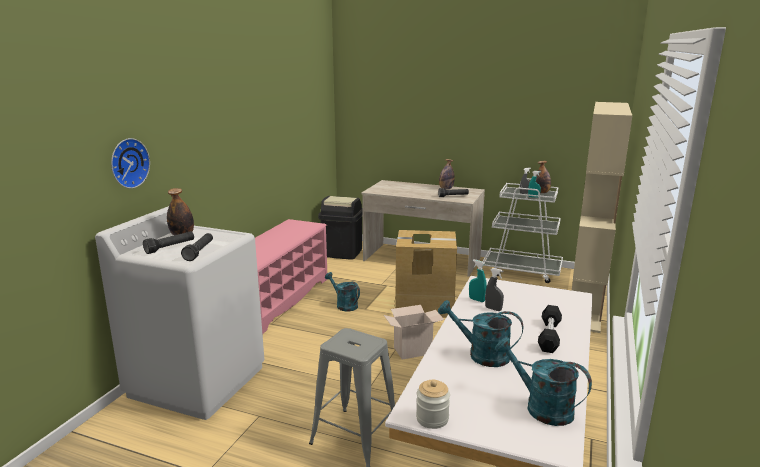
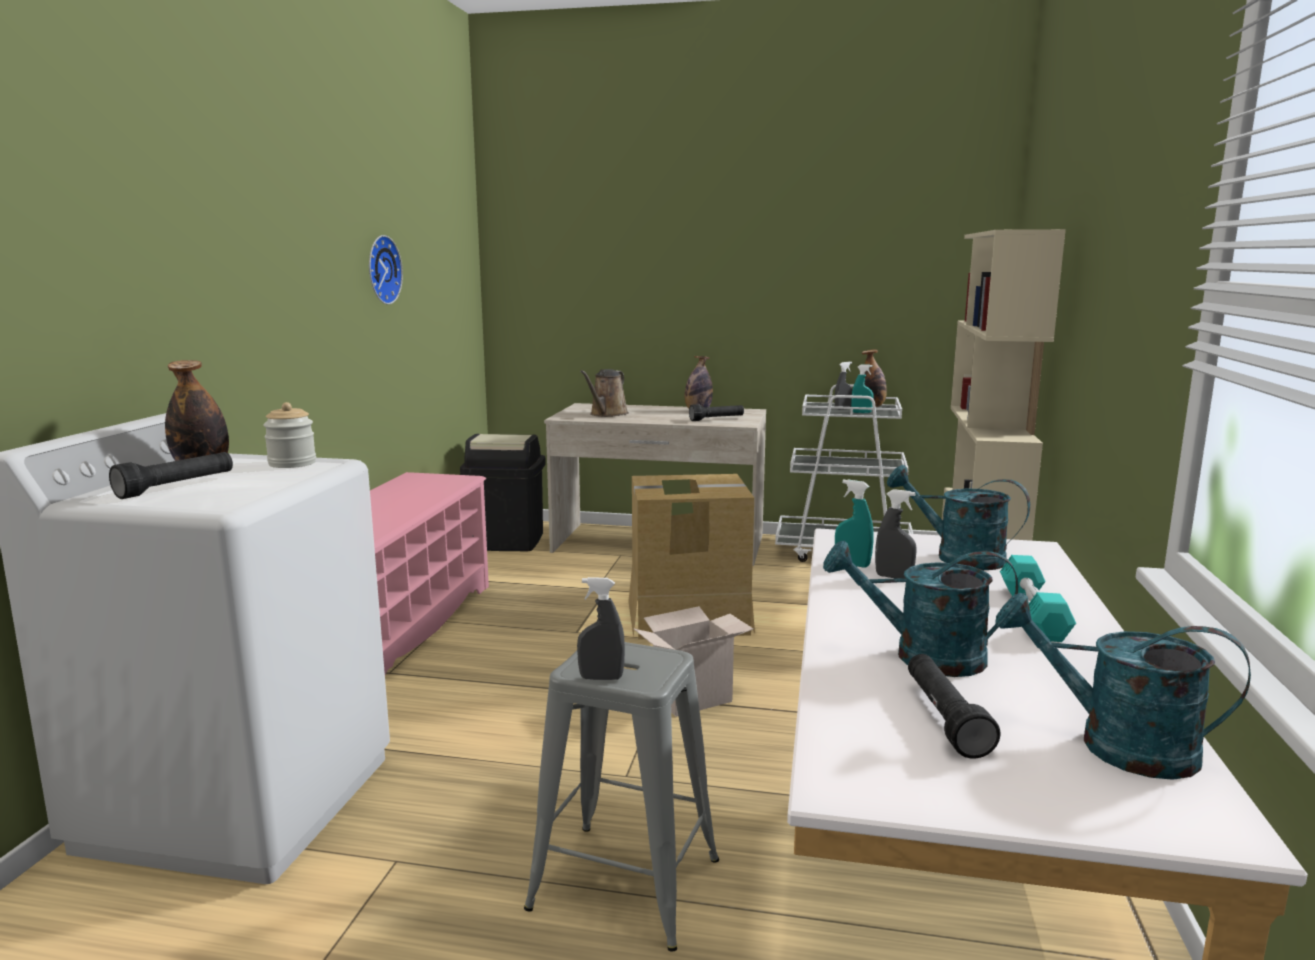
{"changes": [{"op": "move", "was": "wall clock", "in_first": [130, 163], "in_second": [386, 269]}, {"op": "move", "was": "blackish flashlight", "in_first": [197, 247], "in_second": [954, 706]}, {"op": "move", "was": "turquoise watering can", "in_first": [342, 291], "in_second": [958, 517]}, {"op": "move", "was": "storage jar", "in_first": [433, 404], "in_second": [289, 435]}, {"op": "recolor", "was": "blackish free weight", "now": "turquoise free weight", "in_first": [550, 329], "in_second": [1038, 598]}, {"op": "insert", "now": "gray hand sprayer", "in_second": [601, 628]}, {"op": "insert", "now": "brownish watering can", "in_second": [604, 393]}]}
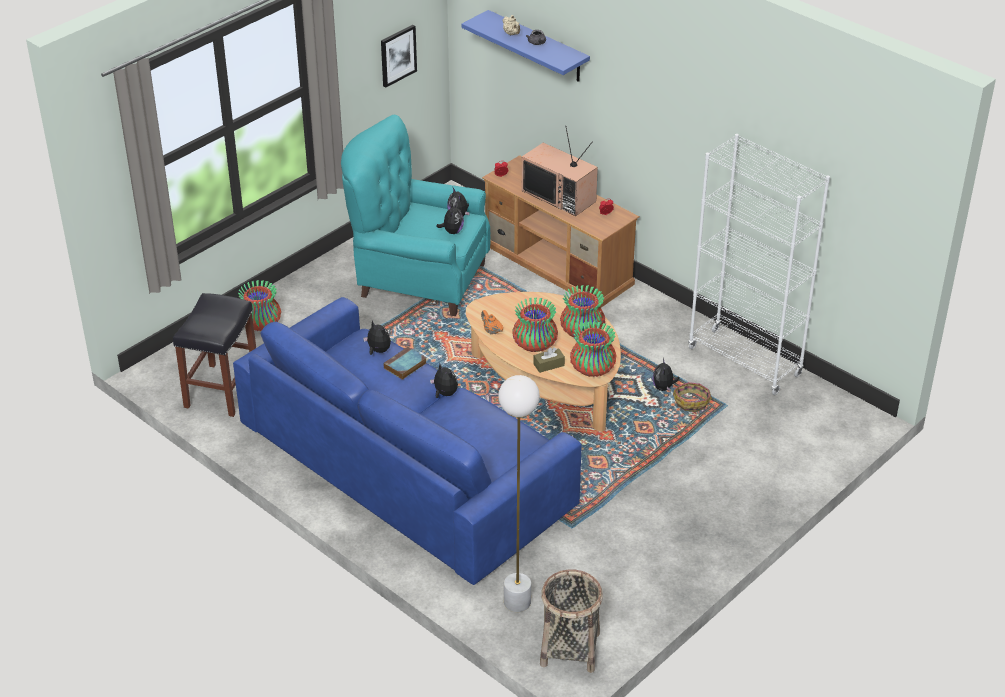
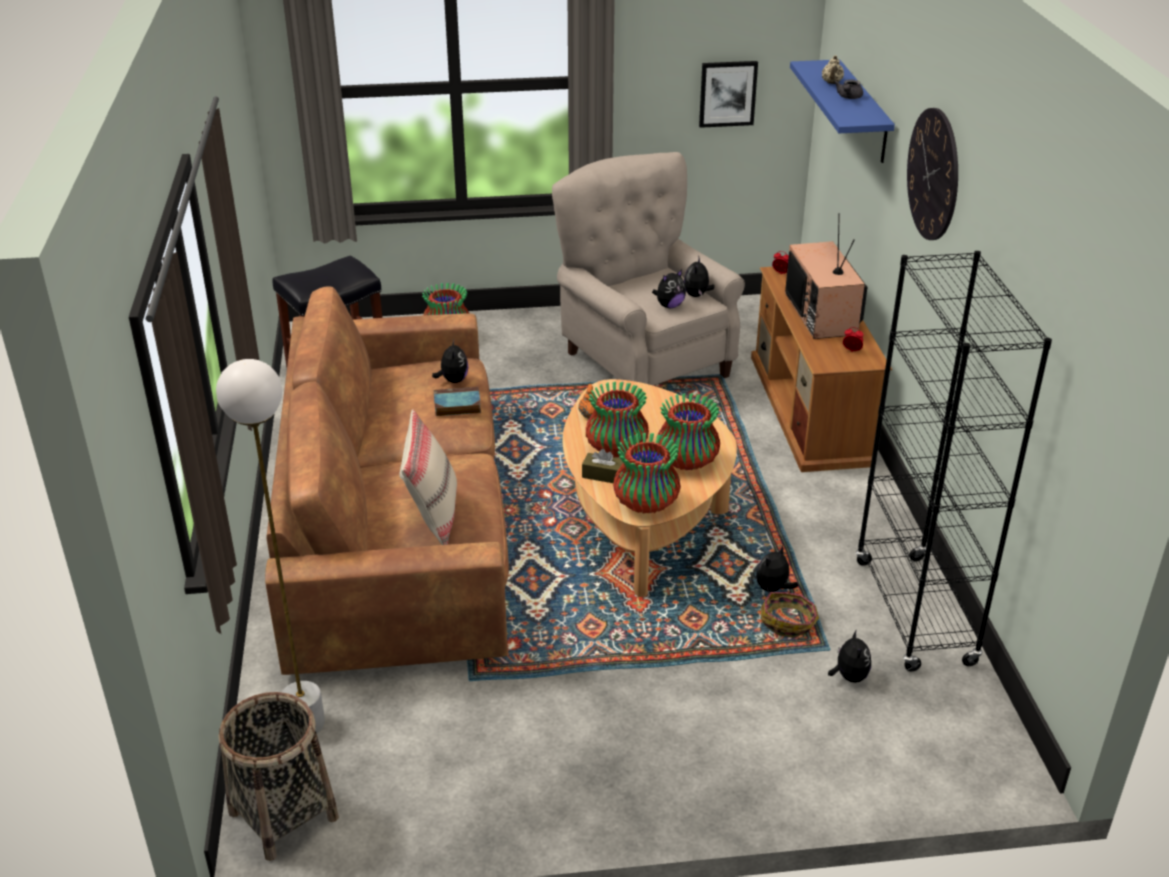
{"changes": [{"op": "recolor", "was": "bluish settee", "now": "brownish settee", "in_first": [407, 441], "in_second": [387, 480]}, {"op": "recolor", "was": "turquoise easy chair", "now": "beige easy chair", "in_first": [416, 215], "in_second": [648, 268]}, {"op": "move", "was": "plush toy", "in_first": [444, 381], "in_second": [849, 656]}, {"op": "recolor", "was": "white bookshelf", "now": "blackish bookshelf", "in_first": [759, 264], "in_second": [953, 461]}, {"op": "insert", "now": "beige pillow", "in_second": [428, 477]}, {"op": "insert", "now": "wall clock", "in_second": [932, 174]}]}
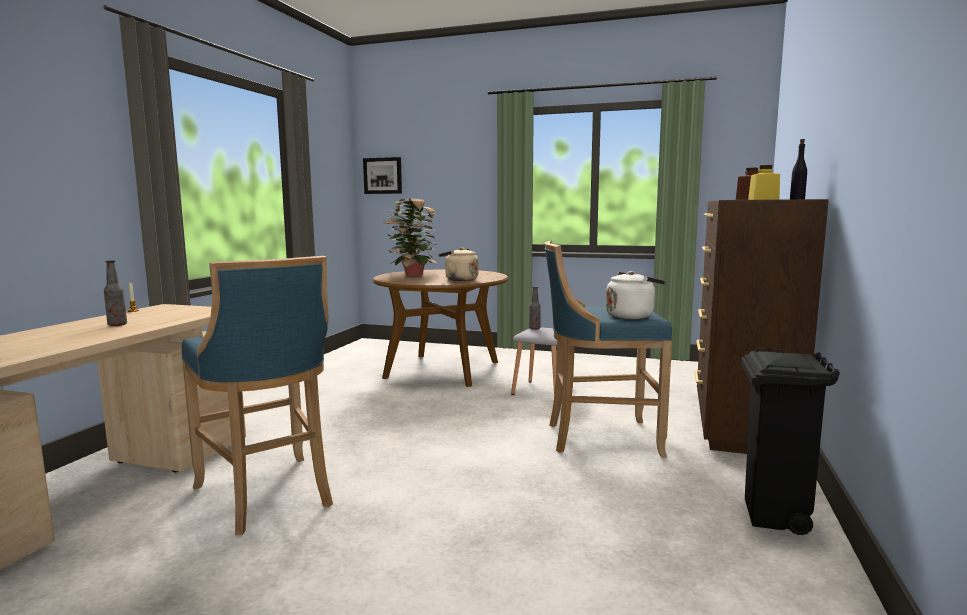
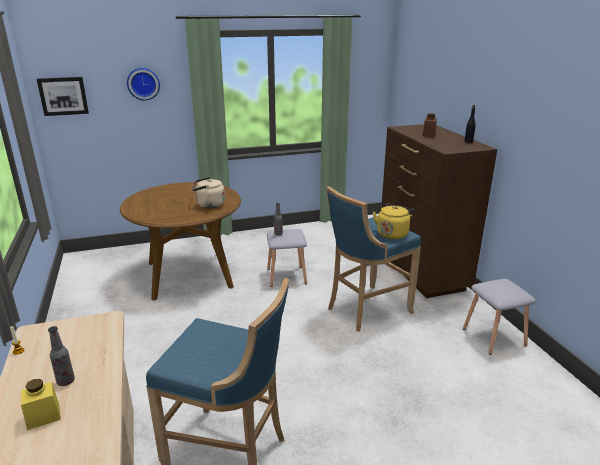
{"changes": [{"op": "delete", "was": "plant in a pot", "in_first": [411, 237]}, {"op": "recolor", "was": "white water kettle", "now": "yellow-coloured water kettle", "in_first": [635, 295], "in_second": [394, 221]}, {"op": "replace", "was": "blackish waste bin", "now": "gray stool", "in_first": [790, 441], "in_second": [499, 317]}, {"op": "move", "was": "yellow-coloured storage jar", "in_first": [764, 182], "in_second": [41, 404]}, {"op": "insert", "now": "wall clock", "in_second": [143, 84]}]}
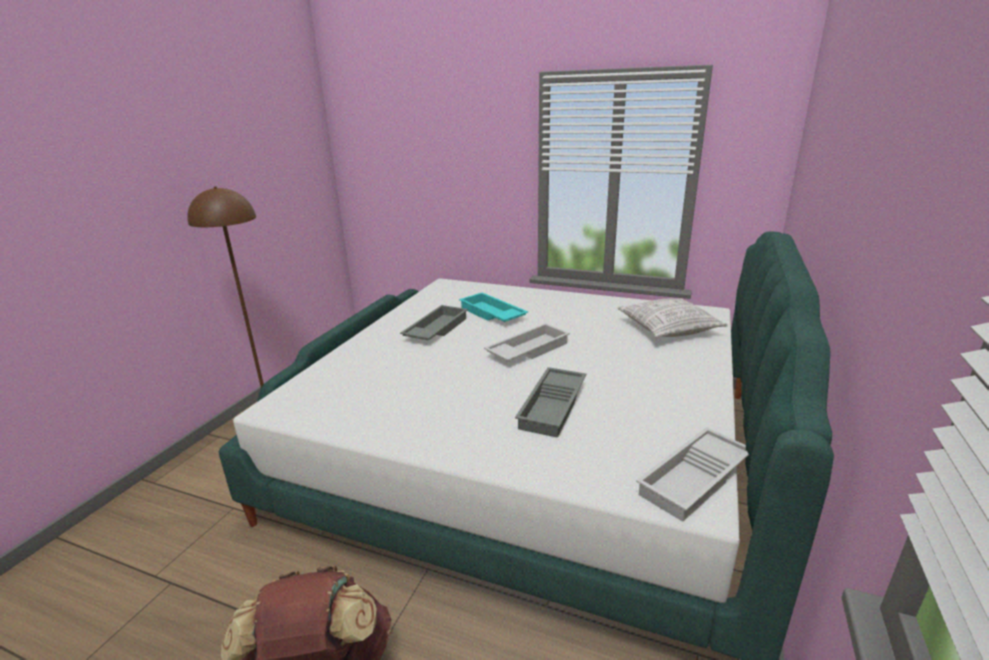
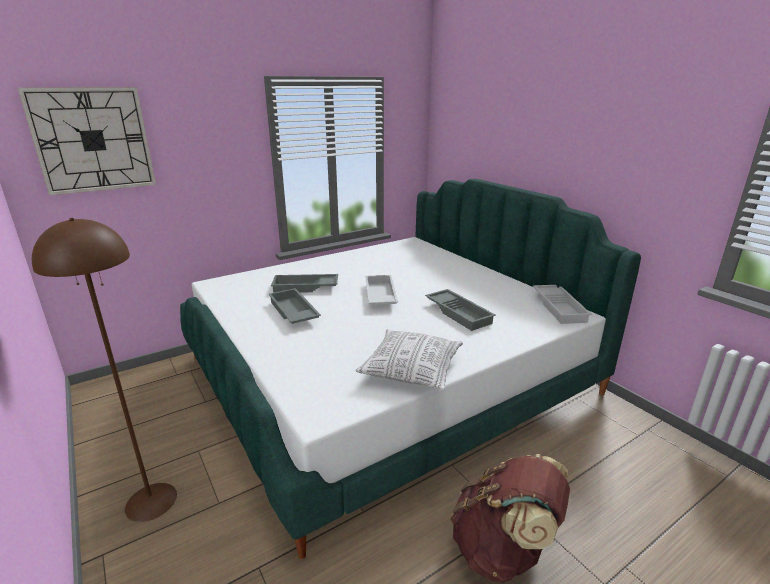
{"changes": [{"op": "recolor", "was": "turquoise serving tray", "now": "gray serving tray", "in_first": [493, 307], "in_second": [304, 283]}, {"op": "move", "was": "pillow", "in_first": [673, 318], "in_second": [409, 360]}, {"op": "insert", "now": "wall clock", "in_second": [87, 141]}]}
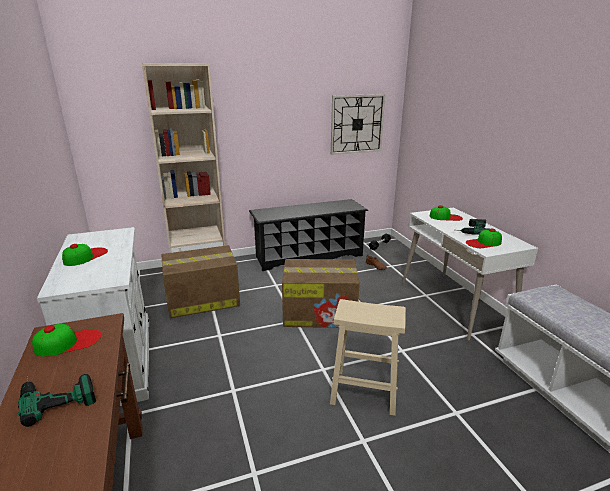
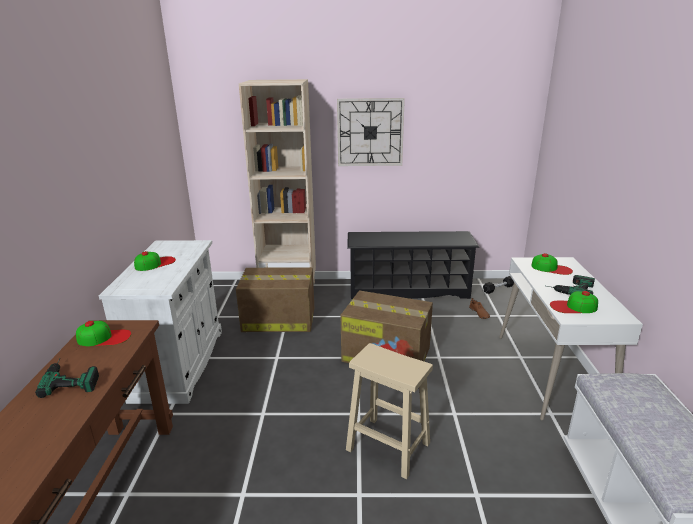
{"changes": [{"op": "move", "was": "wall clock", "in_first": [358, 124], "in_second": [371, 132]}]}
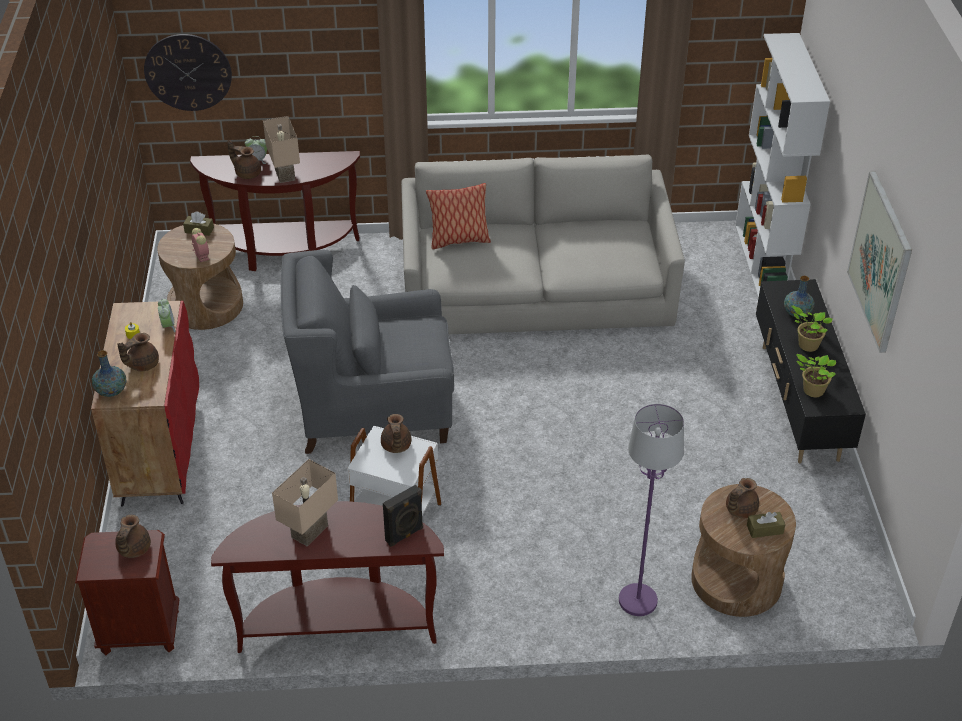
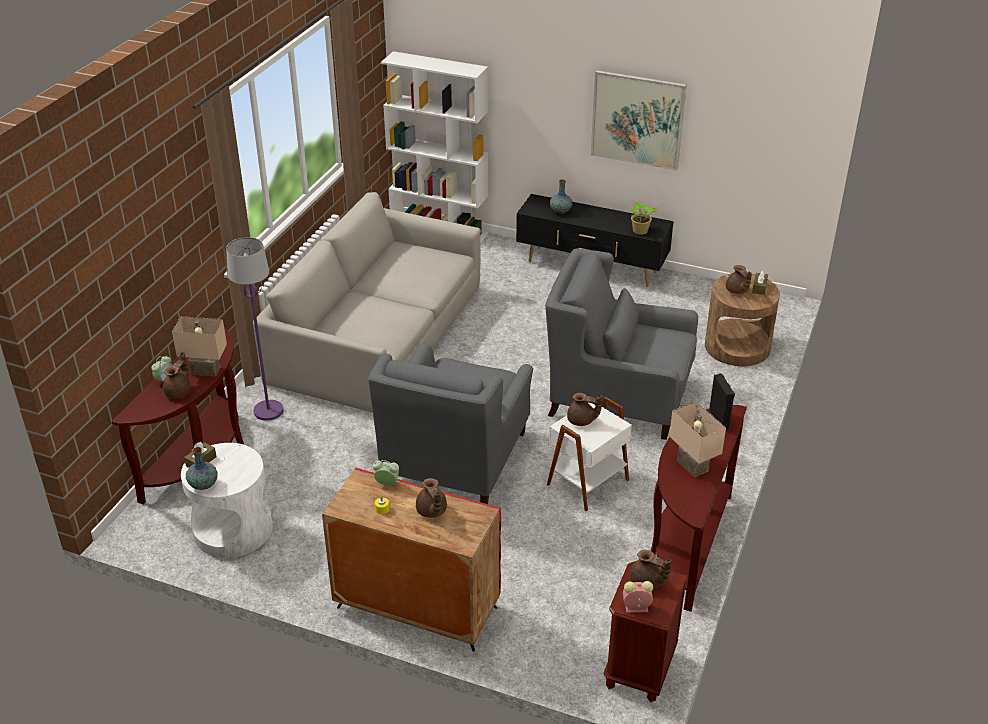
{"changes": [{"op": "move", "was": "decorative vase", "in_first": [109, 373], "in_second": [202, 468]}, {"op": "delete", "was": "wall clock", "in_first": [188, 72]}, {"op": "recolor", "was": "brownish side table", "now": "white side table", "in_first": [200, 277], "in_second": [227, 500]}, {"op": "move", "was": "table clock", "in_first": [200, 245], "in_second": [638, 597]}, {"op": "rotate", "was": "brownish teapot", "in_first": [244, 159], "in_second": [177, 375], "clockwise": 150}, {"op": "delete", "was": "pillow", "in_first": [458, 216]}, {"op": "move", "was": "purple standard lamp", "in_first": [651, 510], "in_second": [254, 329]}, {"op": "delete", "was": "plant in a pot", "in_first": [812, 329]}, {"op": "insert", "now": "gray easy chair", "in_second": [621, 344]}]}
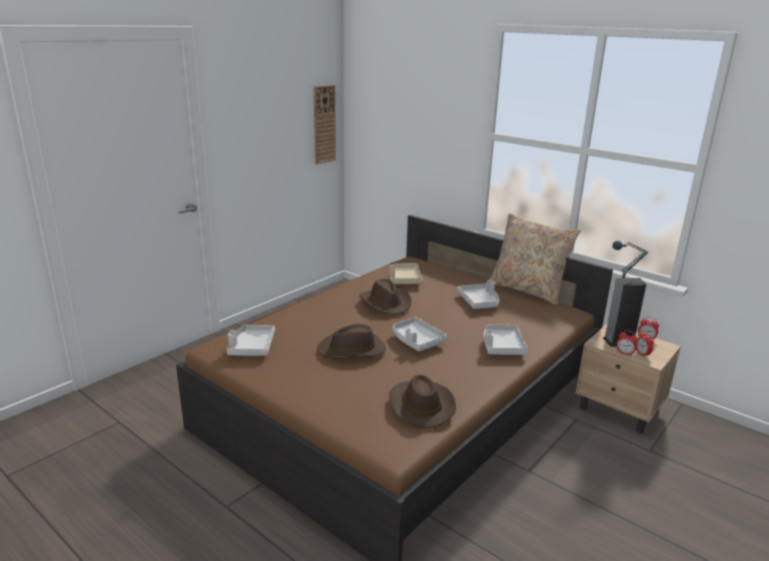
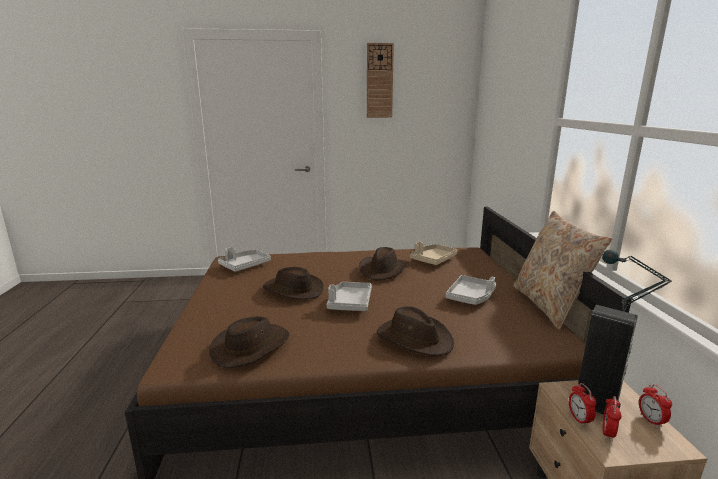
{"changes": [{"op": "move", "was": "wall clock", "in_first": [325, 124], "in_second": [380, 80]}, {"op": "replace", "was": "gray serving tray", "now": "brownish wearable hat", "in_first": [505, 340], "in_second": [415, 331]}]}
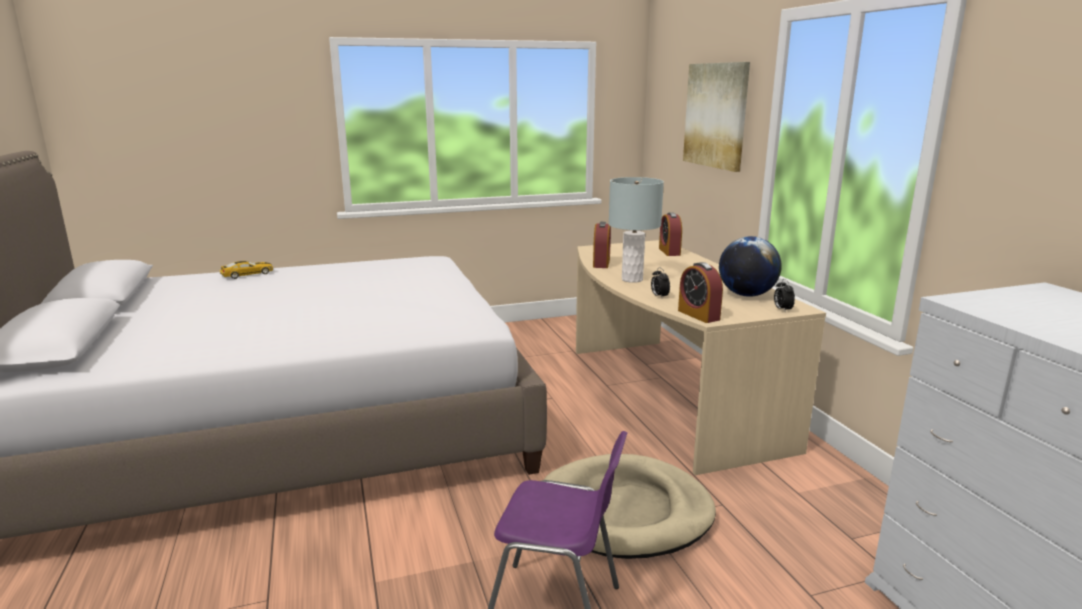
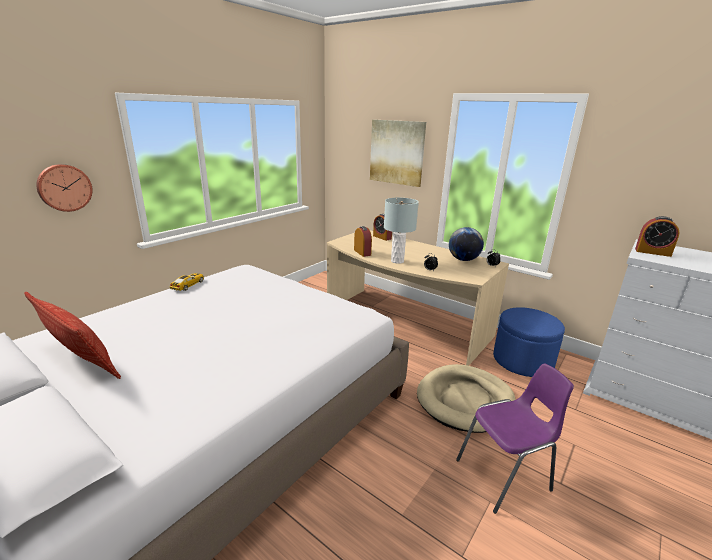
{"changes": [{"op": "move", "was": "model car", "in_first": [246, 270], "in_second": [186, 282]}, {"op": "move", "was": "table clock", "in_first": [700, 292], "in_second": [657, 236]}, {"op": "insert", "now": "pillow", "in_second": [72, 335]}, {"op": "insert", "now": "wall clock", "in_second": [64, 188]}, {"op": "insert", "now": "bluish ottoman", "in_second": [529, 342]}]}
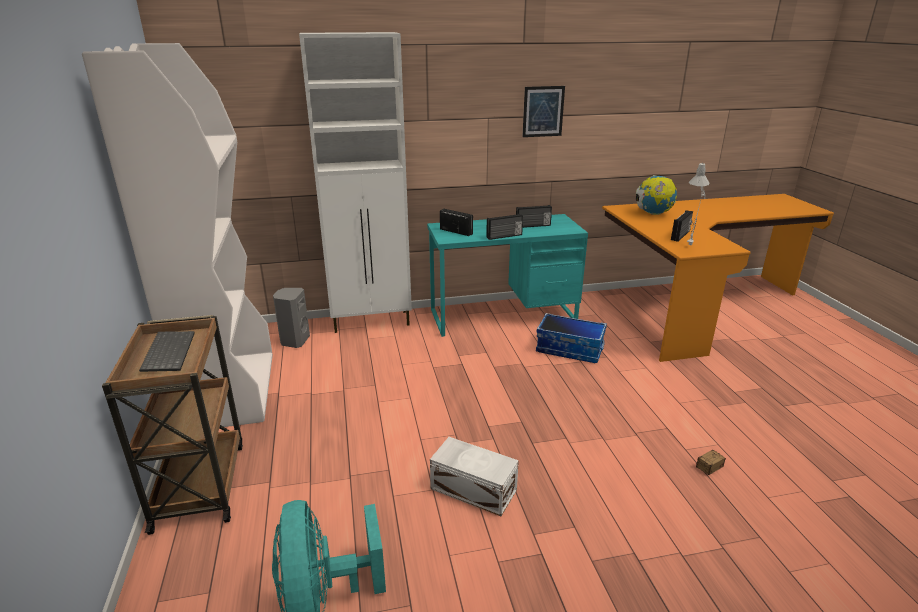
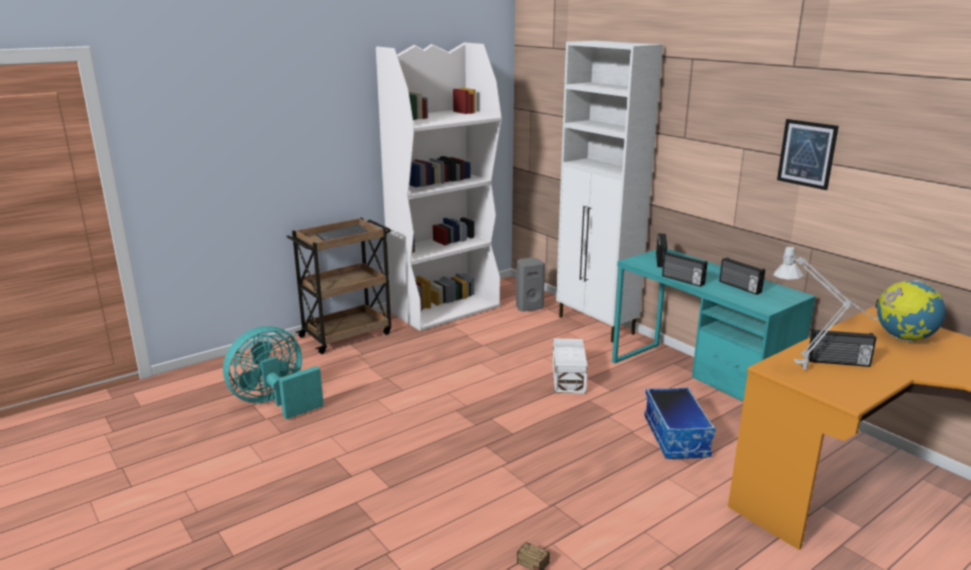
{"changes": [{"op": "move", "was": "white storage bin", "in_first": [474, 476], "in_second": [570, 366]}]}
